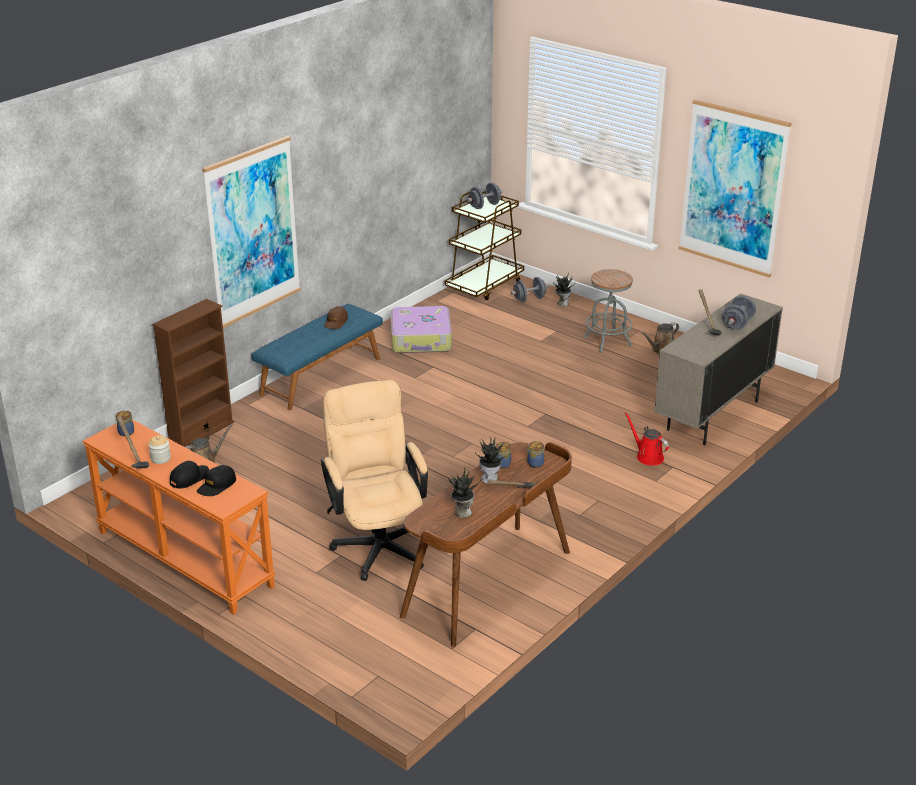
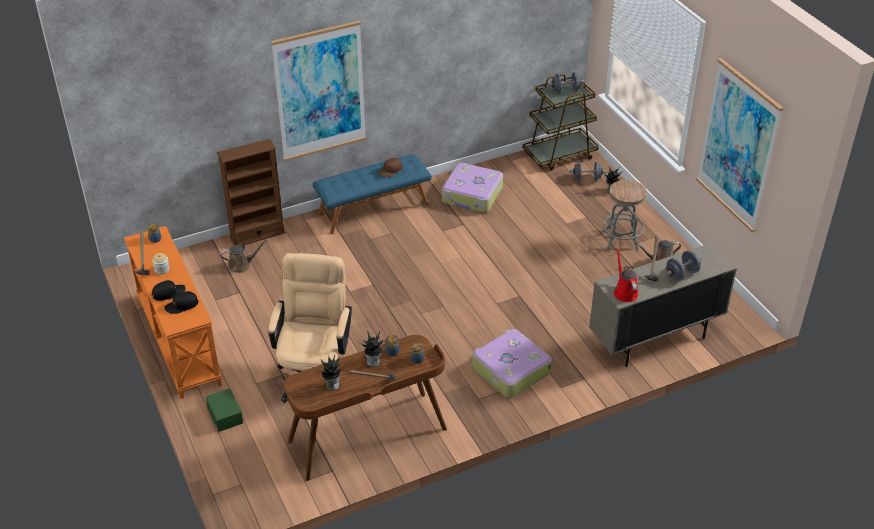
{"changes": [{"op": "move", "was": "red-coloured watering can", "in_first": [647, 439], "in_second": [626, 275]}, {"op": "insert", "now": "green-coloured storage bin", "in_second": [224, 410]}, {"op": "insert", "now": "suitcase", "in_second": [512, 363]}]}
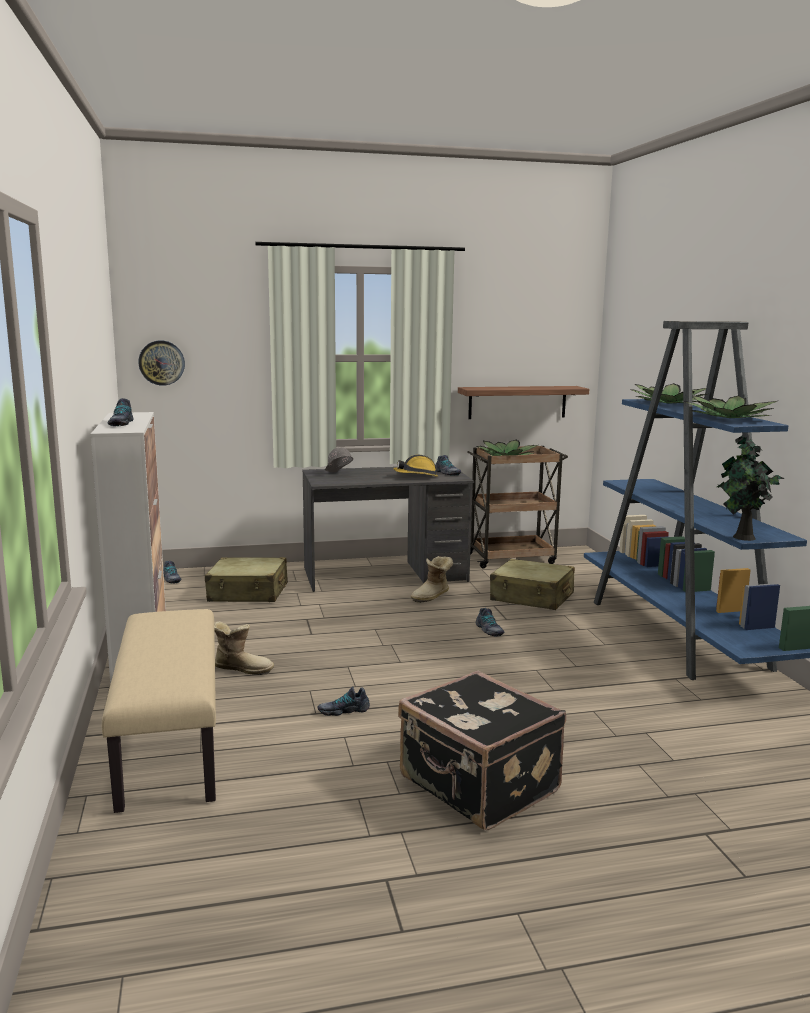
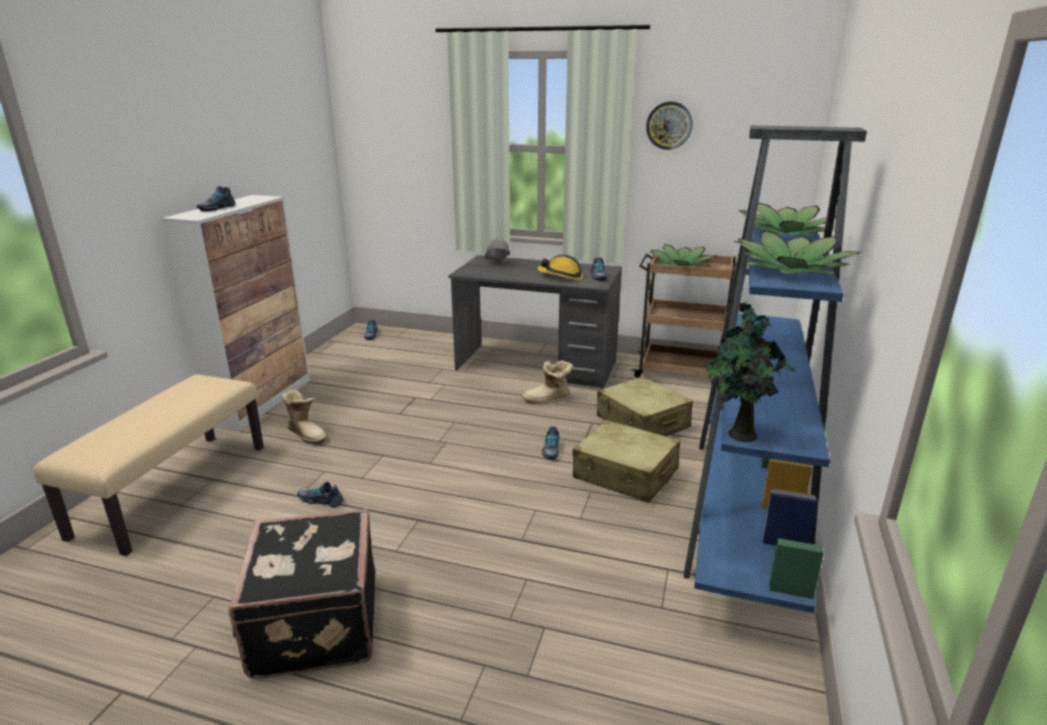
{"changes": [{"op": "move", "was": "wall clock", "in_first": [161, 363], "in_second": [669, 126]}, {"op": "move", "was": "beige suitcase", "in_first": [246, 579], "in_second": [626, 461]}, {"op": "delete", "was": "wall shelf", "in_first": [523, 402]}]}
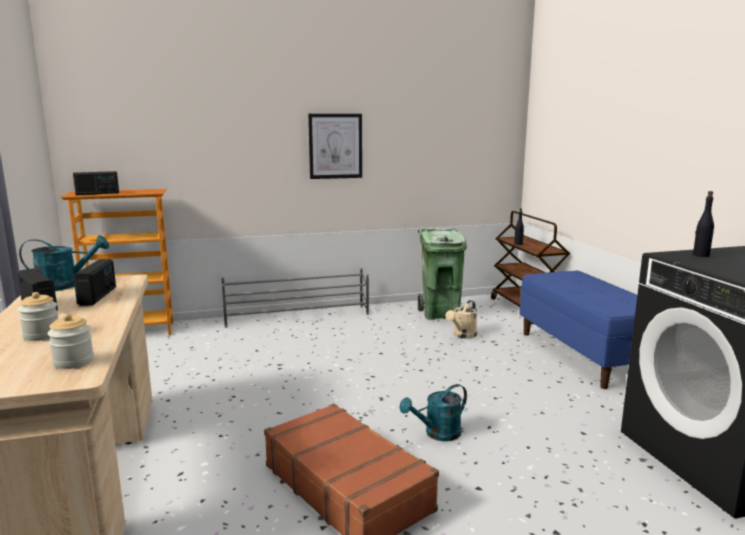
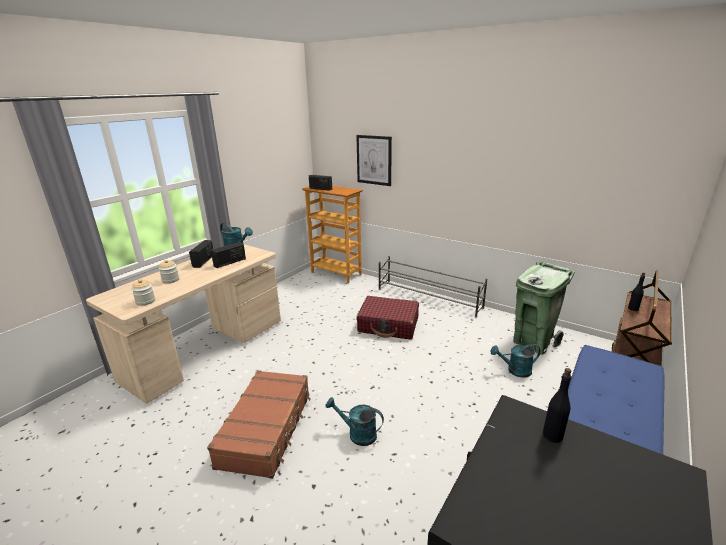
{"changes": [{"op": "move", "was": "picture", "in_first": [335, 146], "in_second": [374, 160]}, {"op": "recolor", "was": "beige watering can", "now": "turquoise watering can", "in_first": [461, 319], "in_second": [515, 361]}, {"op": "insert", "now": "red-coloured suitcase", "in_second": [388, 317]}]}
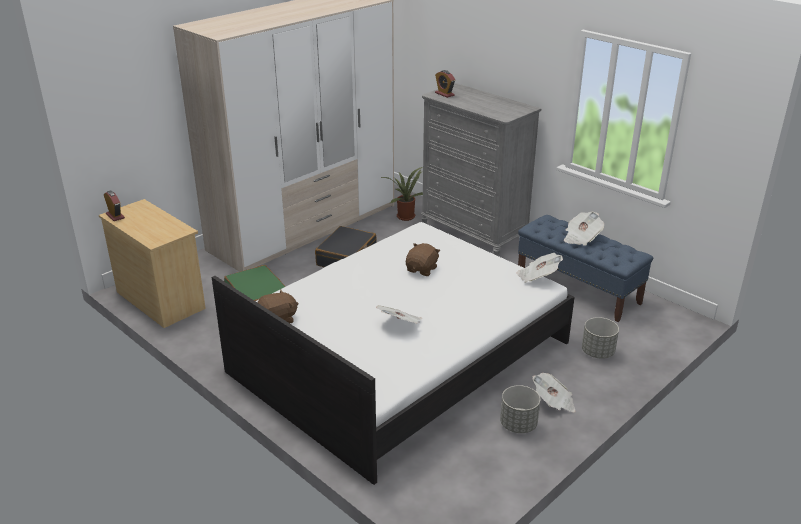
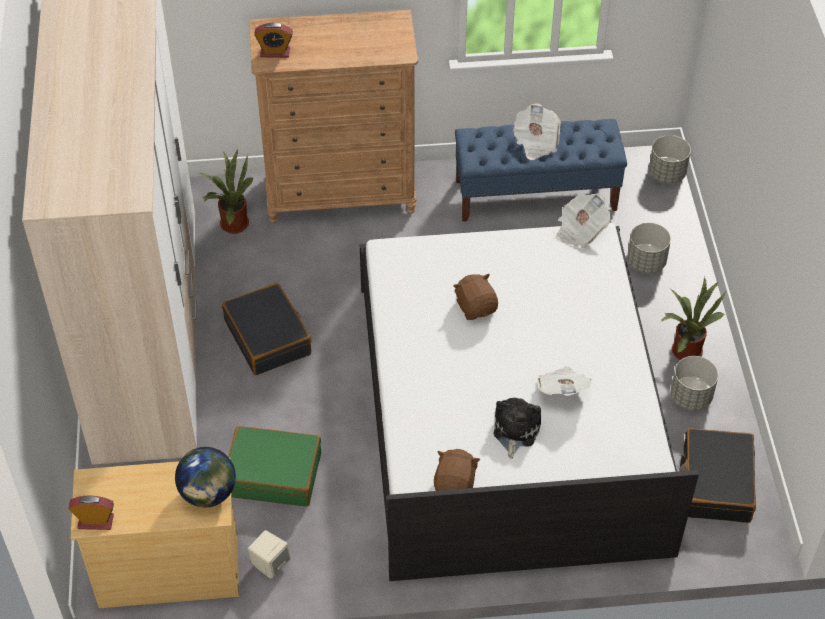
{"changes": [{"op": "recolor", "was": "gray chest of drawers", "now": "brownish chest of drawers", "in_first": [481, 169], "in_second": [333, 117]}, {"op": "replace", "was": "daily paper", "now": "plant in a pot", "in_first": [554, 392], "in_second": [693, 318]}, {"op": "insert", "now": "desk globe", "in_second": [205, 477]}, {"op": "insert", "now": "beige loudspeaker", "in_second": [269, 554]}, {"op": "insert", "now": "plush toy", "in_second": [517, 428]}, {"op": "insert", "now": "gray flower pot", "in_second": [670, 159]}, {"op": "insert", "now": "blackish suitcase", "in_second": [717, 475]}]}
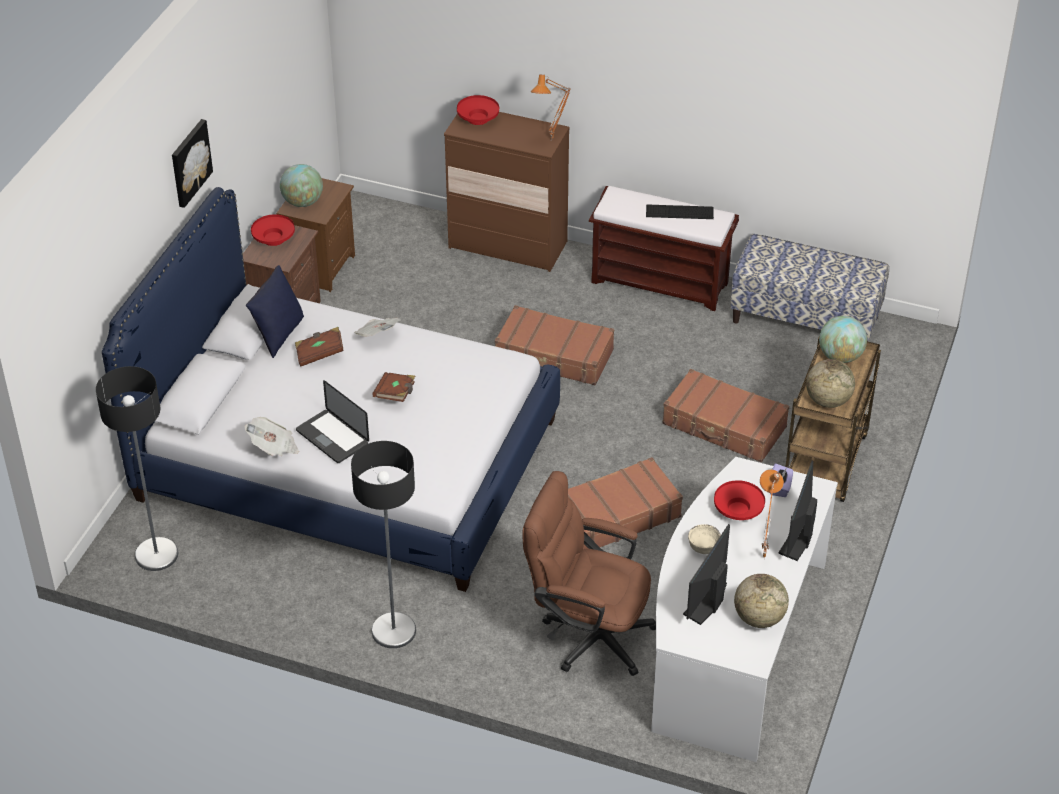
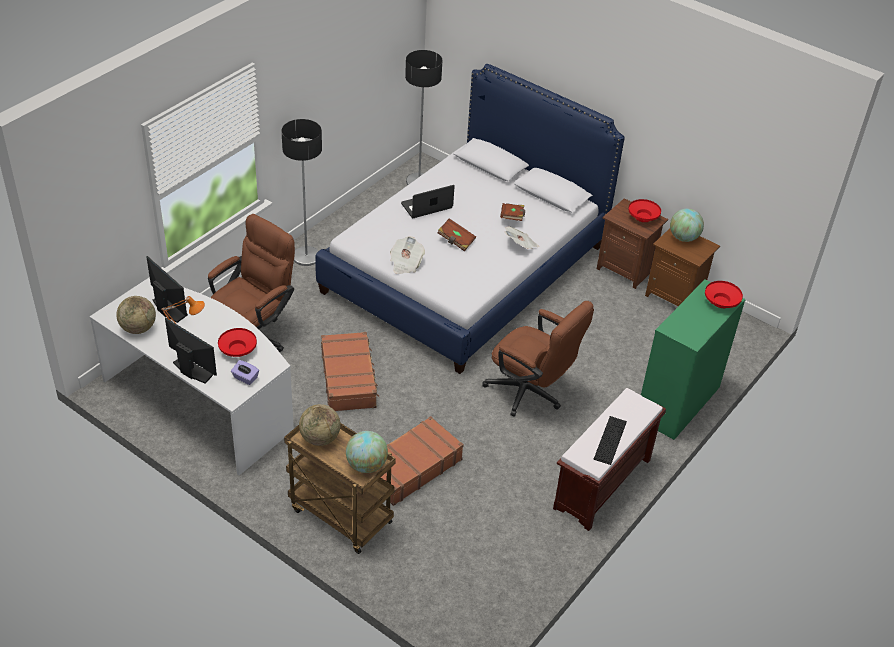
{"changes": [{"op": "delete", "was": "picture", "in_first": [192, 163]}, {"op": "move", "was": "daily paper", "in_first": [272, 436], "in_second": [407, 255]}, {"op": "delete", "was": "bluish pillow", "in_first": [275, 311]}, {"op": "recolor", "was": "brownish chest of drawers", "now": "green-coloured chest of drawers", "in_first": [507, 192], "in_second": [693, 359]}, {"op": "replace", "was": "brownish suitcase", "now": "brownish computer chair", "in_first": [554, 345], "in_second": [538, 359]}, {"op": "delete", "was": "orange-coloured tabletop lamp", "in_first": [551, 107]}, {"op": "delete", "was": "beige bowl", "in_first": [704, 539]}, {"op": "delete", "was": "bench", "in_first": [809, 288]}]}
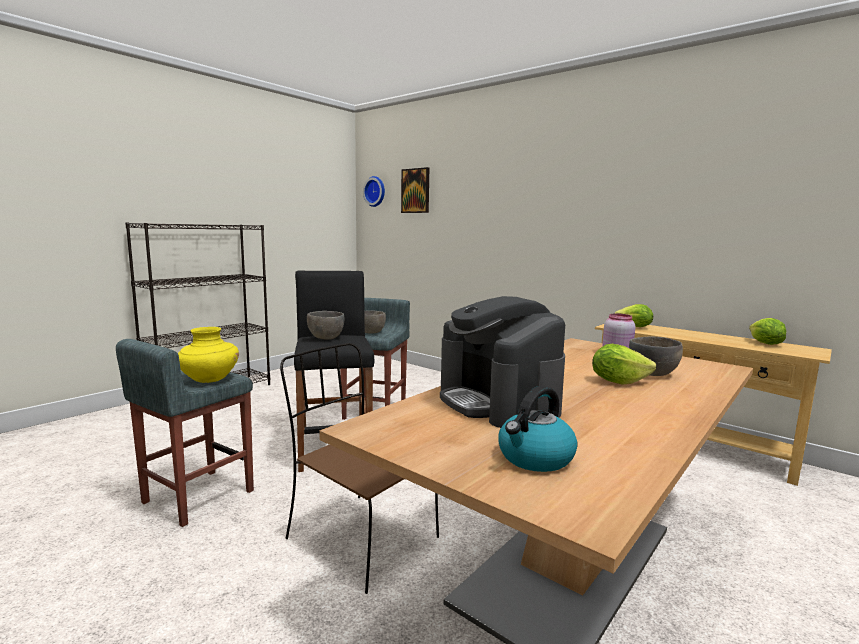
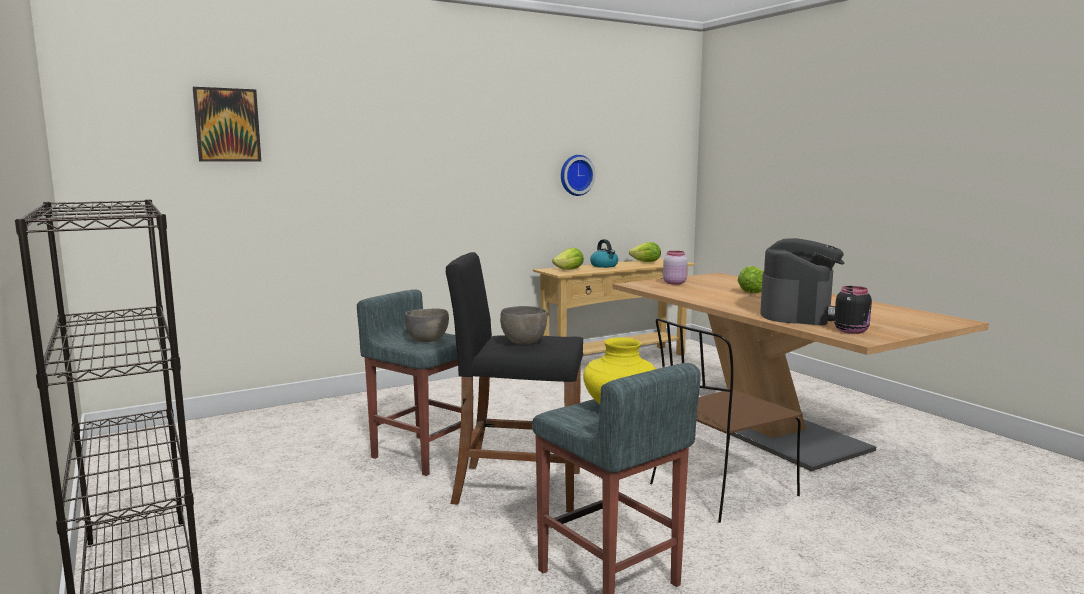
{"changes": [{"op": "move", "was": "wall clock", "in_first": [374, 191], "in_second": [578, 175]}, {"op": "rotate", "was": "coffee maker", "in_first": [502, 362], "in_second": [802, 281], "clockwise": -60}, {"op": "move", "was": "water kettle", "in_first": [538, 429], "in_second": [604, 253]}, {"op": "delete", "was": "gray bowl", "in_first": [656, 356]}, {"op": "insert", "now": "blackish storage jar", "in_second": [853, 310]}]}
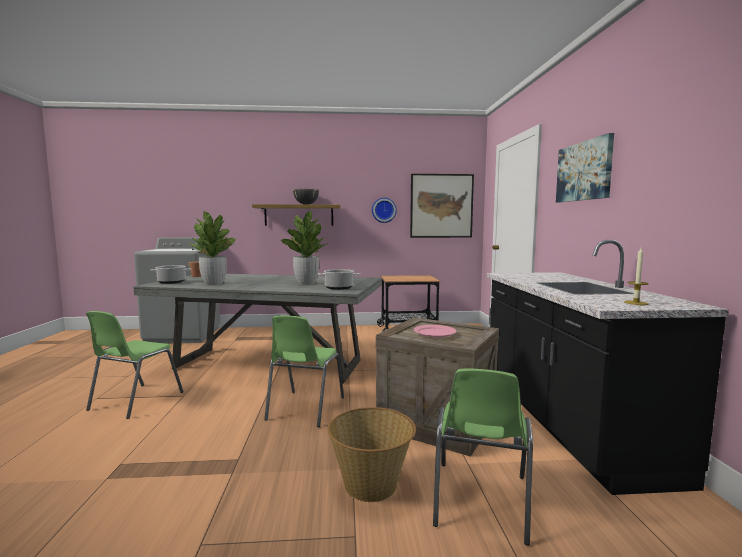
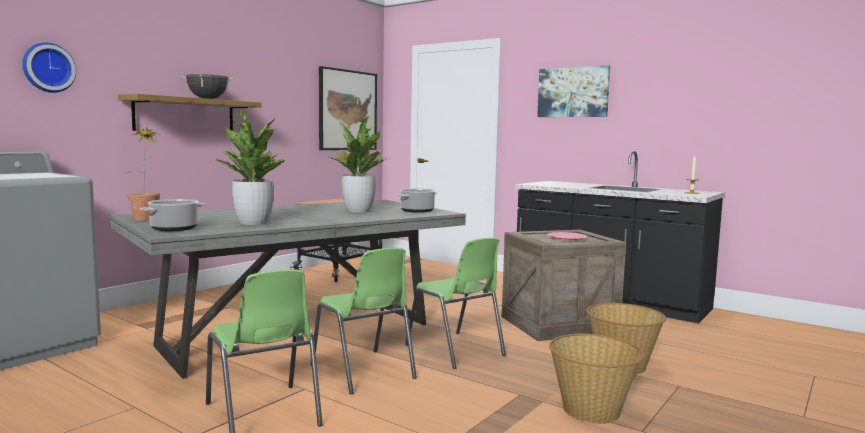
{"changes": [{"op": "move", "was": "wall clock", "in_first": [384, 210], "in_second": [49, 67]}, {"op": "move", "was": "green-coloured chair", "in_first": [483, 457], "in_second": [363, 321]}, {"op": "insert", "now": "basket", "in_second": [597, 379]}]}
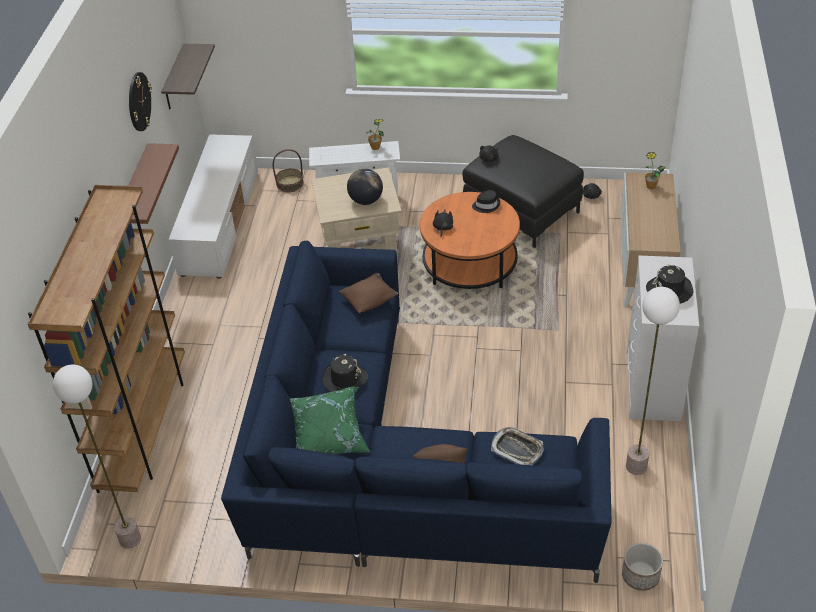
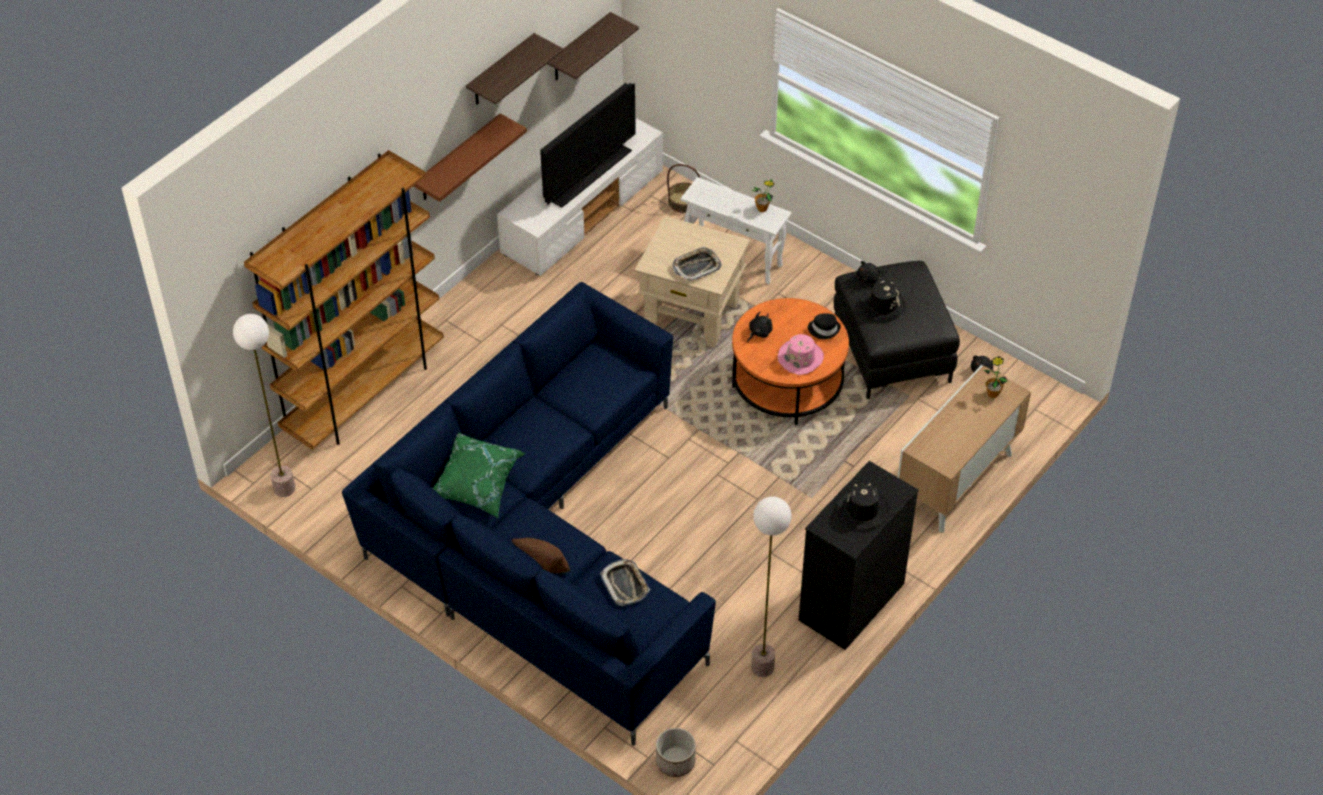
{"changes": [{"op": "replace", "was": "wall clock", "now": "wall shelf", "in_first": [140, 101], "in_second": [515, 69]}, {"op": "move", "was": "blackish wearable hat", "in_first": [345, 373], "in_second": [883, 300]}, {"op": "delete", "was": "brownish pillow", "in_first": [368, 293]}, {"op": "replace", "was": "desk globe", "now": "serving tray", "in_first": [365, 187], "in_second": [697, 263]}, {"op": "recolor", "was": "white chest of drawers", "now": "blackish chest of drawers", "in_first": [663, 338], "in_second": [858, 555]}, {"op": "insert", "now": "television", "in_second": [588, 145]}, {"op": "insert", "now": "pinkish wearable hat", "in_second": [801, 354]}]}
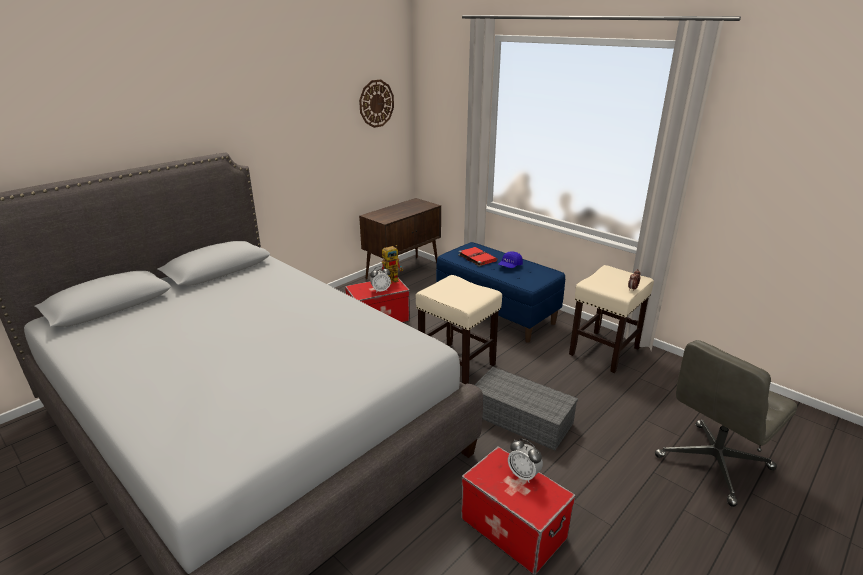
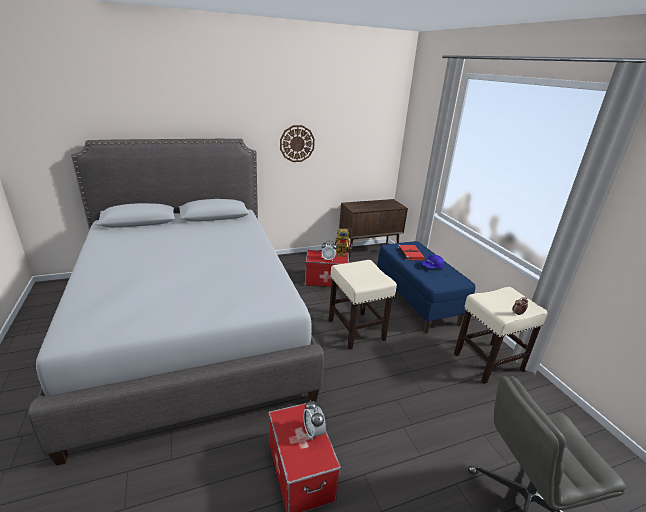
{"changes": [{"op": "move", "was": "wall clock", "in_first": [376, 103], "in_second": [297, 143]}, {"op": "delete", "was": "gray storage bin", "in_first": [526, 408]}]}
